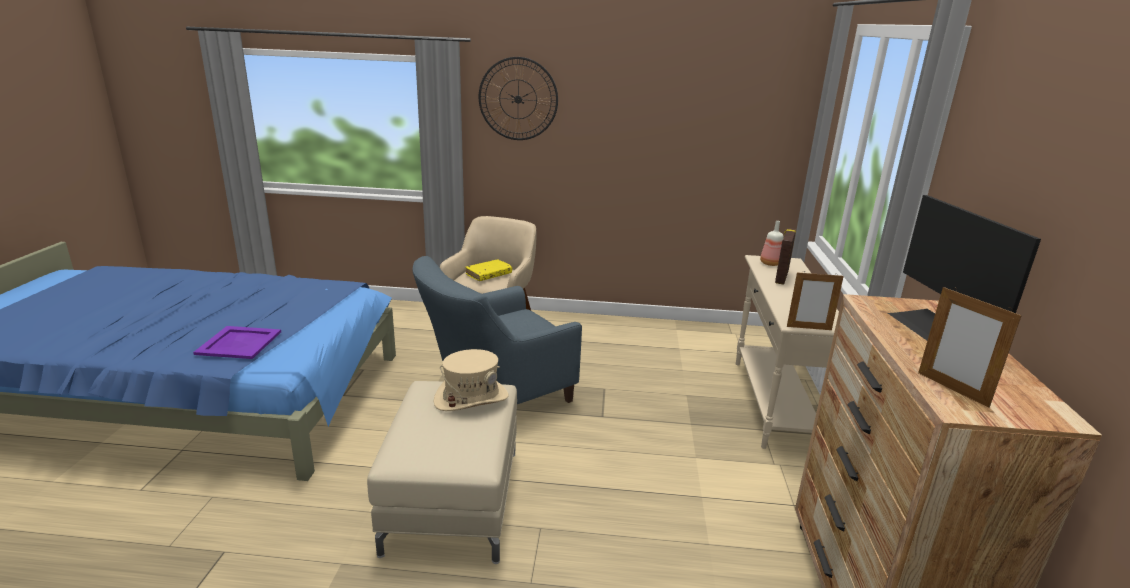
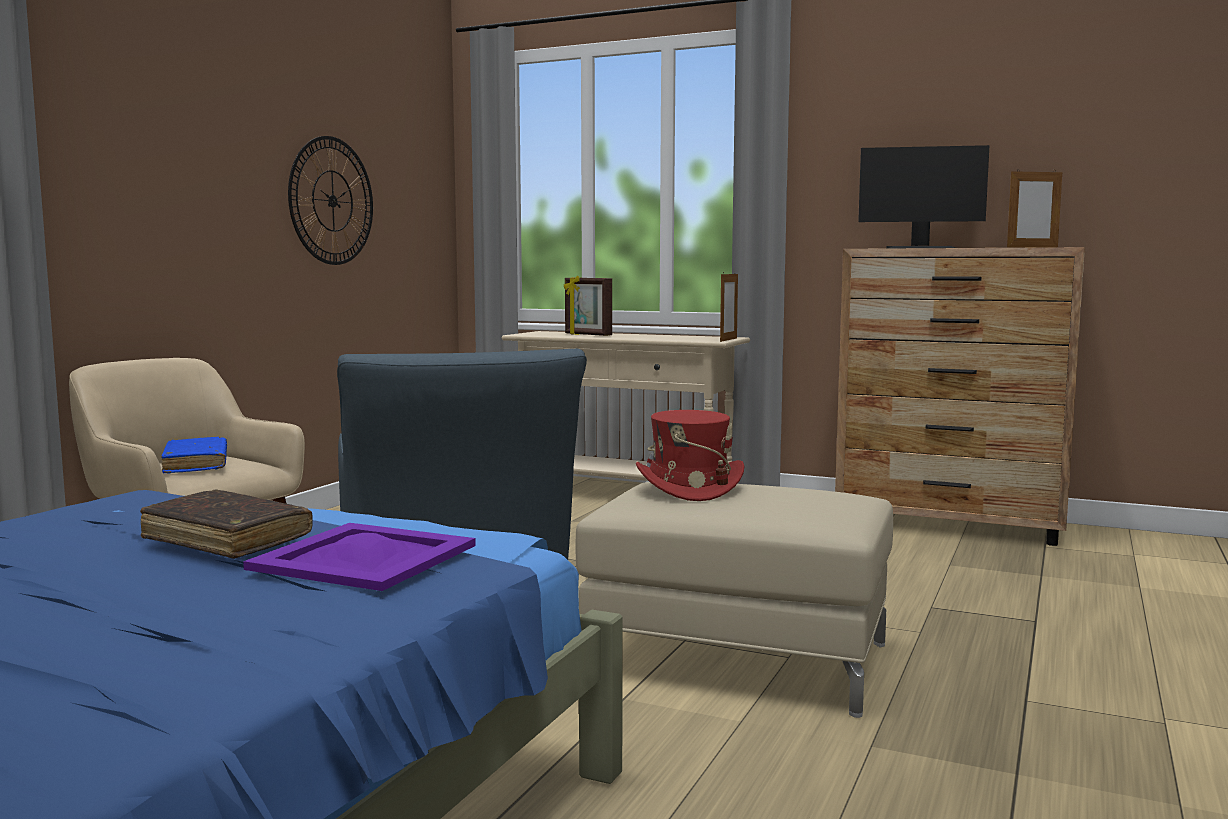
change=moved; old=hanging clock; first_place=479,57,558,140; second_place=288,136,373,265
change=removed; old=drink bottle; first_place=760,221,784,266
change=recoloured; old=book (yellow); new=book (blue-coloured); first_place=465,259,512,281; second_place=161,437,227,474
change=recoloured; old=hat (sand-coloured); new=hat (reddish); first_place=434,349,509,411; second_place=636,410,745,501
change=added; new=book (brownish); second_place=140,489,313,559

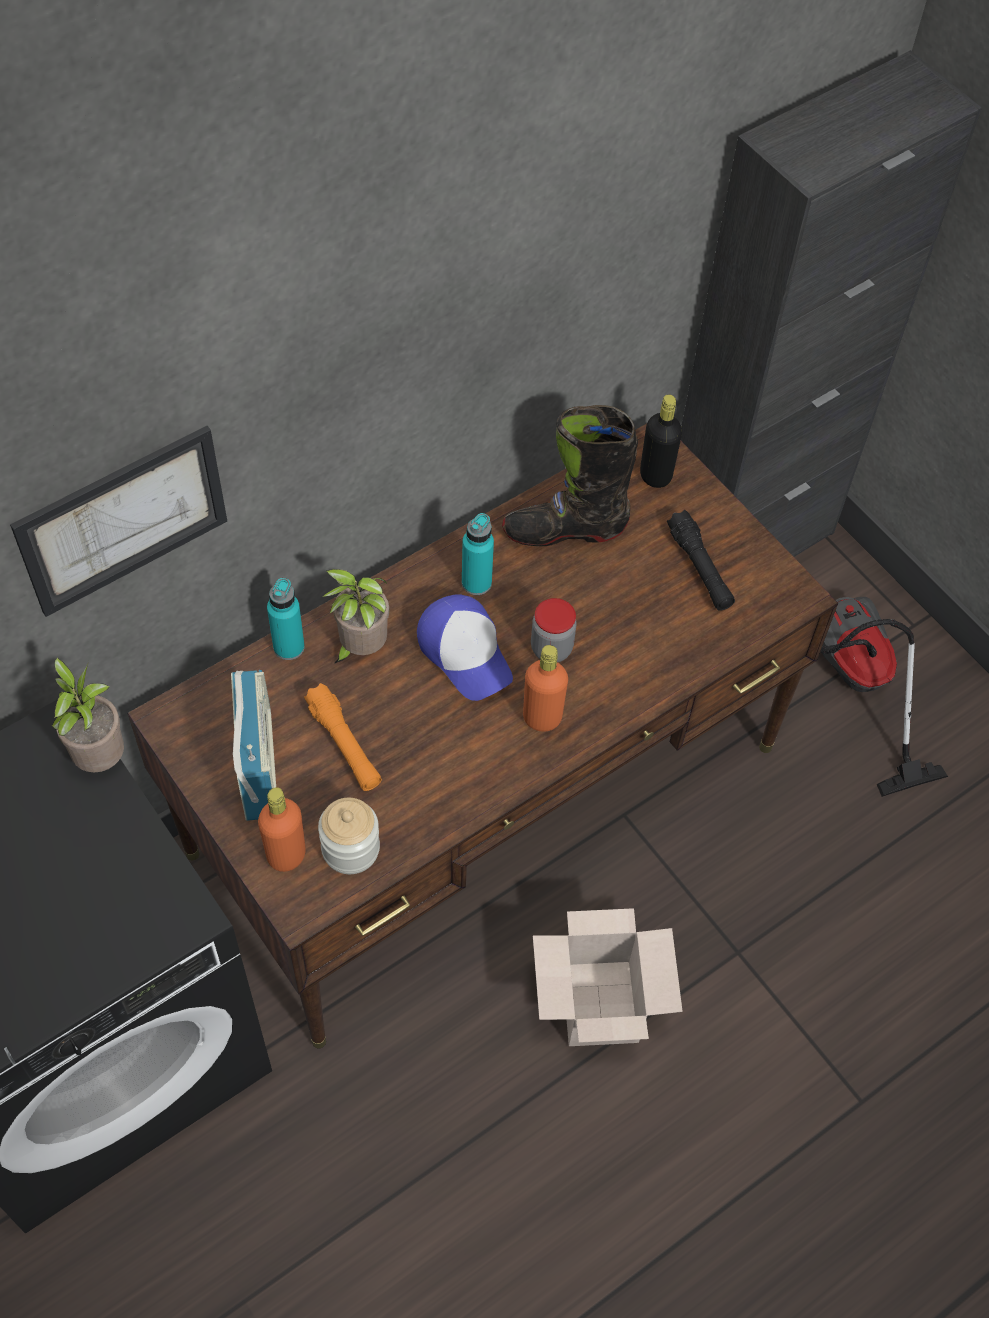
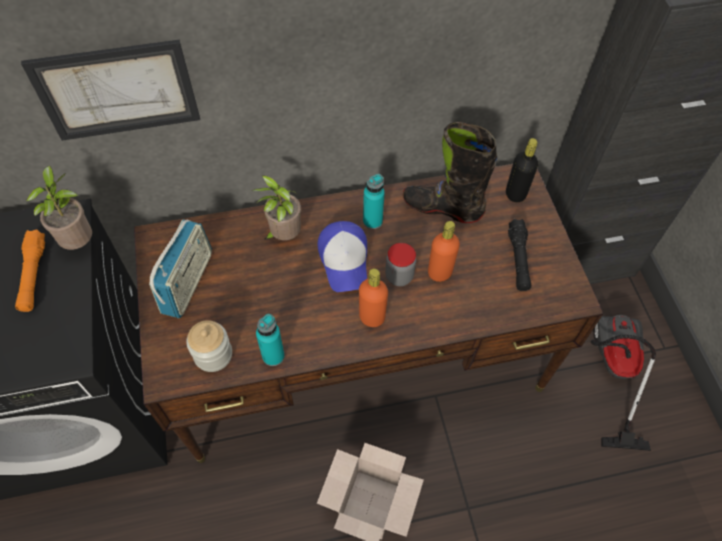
change=moved; old=drink bottle (turquoise-coloured); first_place=267,578,305,660; second_place=256,314,285,366
change=moved; old=hand torch (orange); first_place=304,683,382,791; second_place=15,229,45,312
change=moved; old=drink bottle (orange); first_place=258,787,306,872; second_place=428,221,460,282

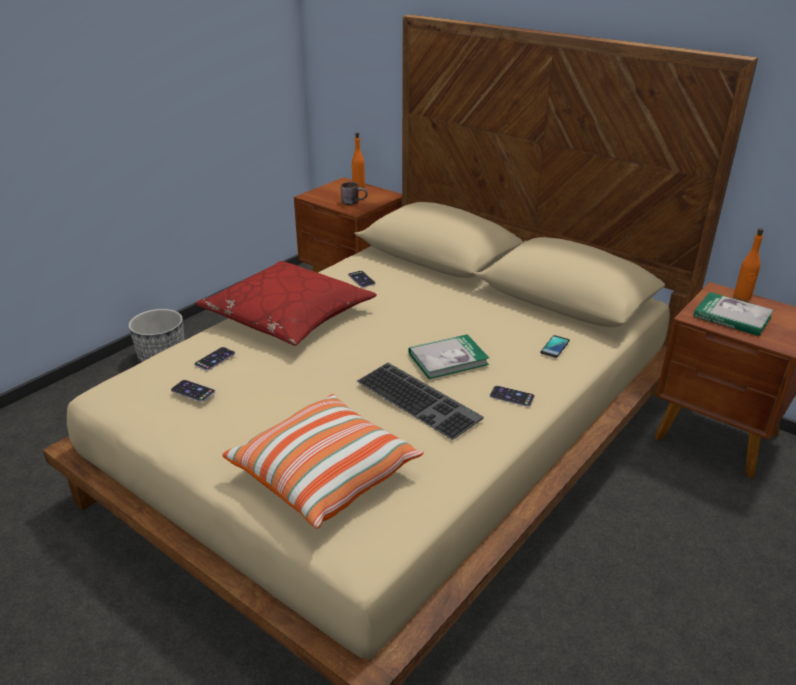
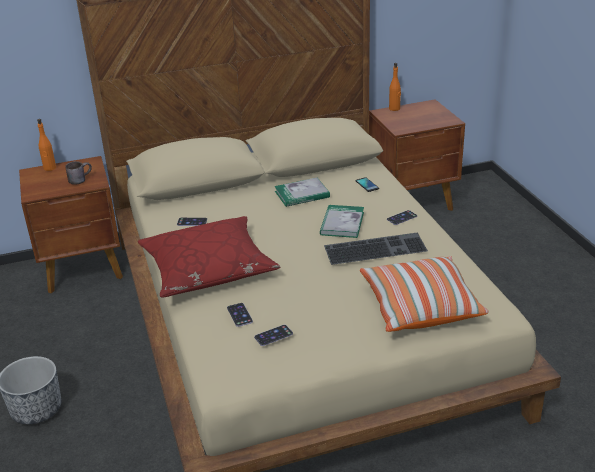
change=moved; old=book; first_place=693,292,773,336; second_place=274,178,330,207

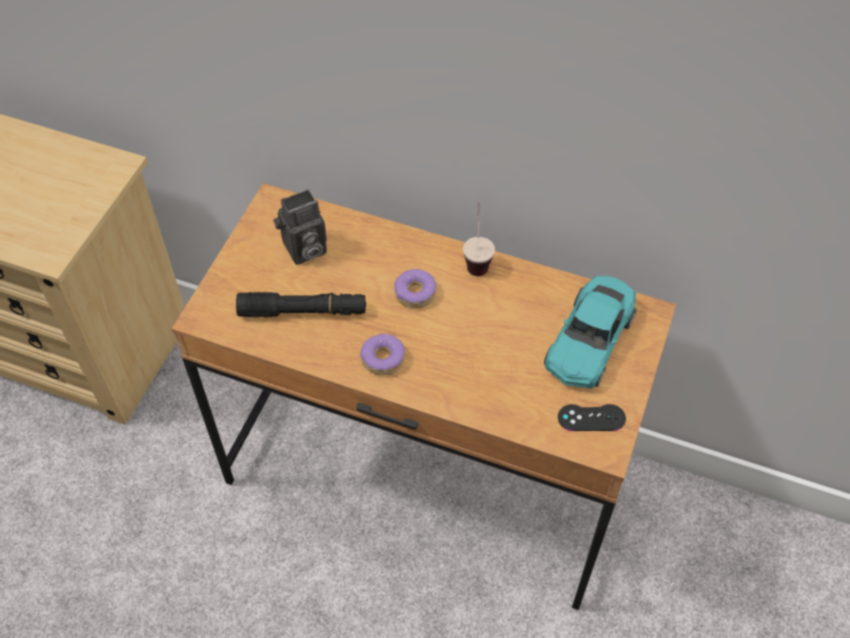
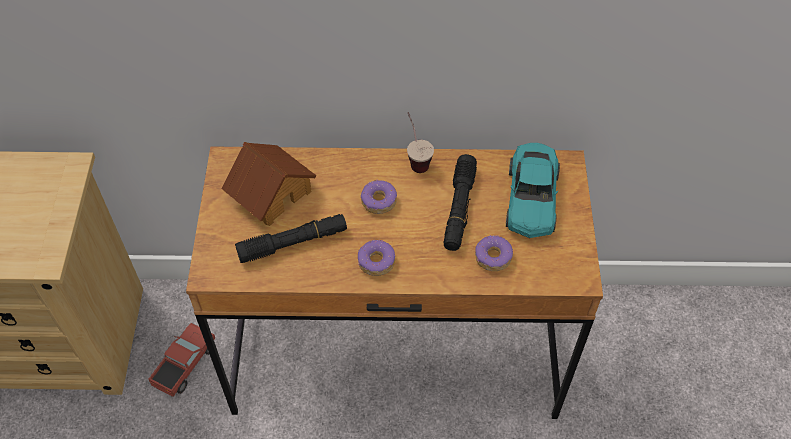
change=replaced; old=photo camera; new=toy house; first_place=273,189,327,265; second_place=221,142,317,226
change=removed; old=gamepad (blackish); first_place=558,404,626,431
change=added; new=hand torch (blackish); second_place=443,154,477,251
change=added; new=doughnut; second_place=475,235,513,271
change=added; new=toy lorry; second_place=148,323,215,397

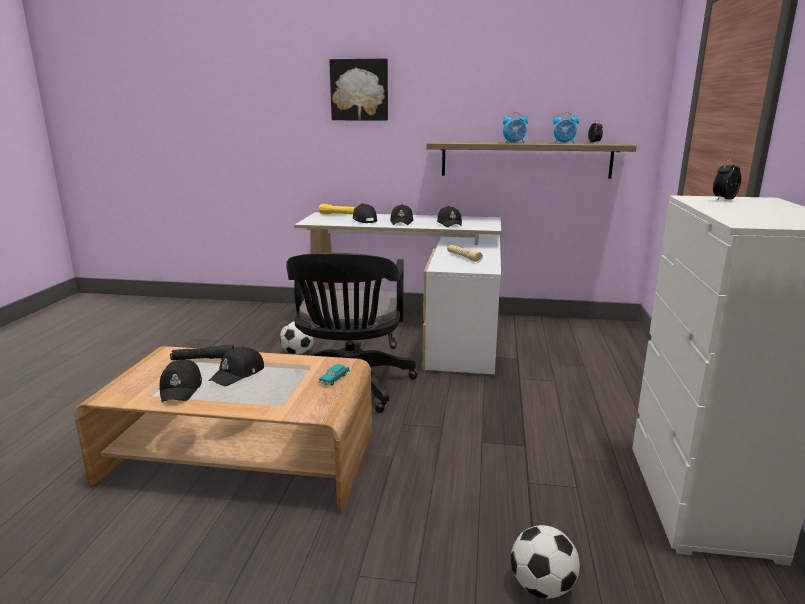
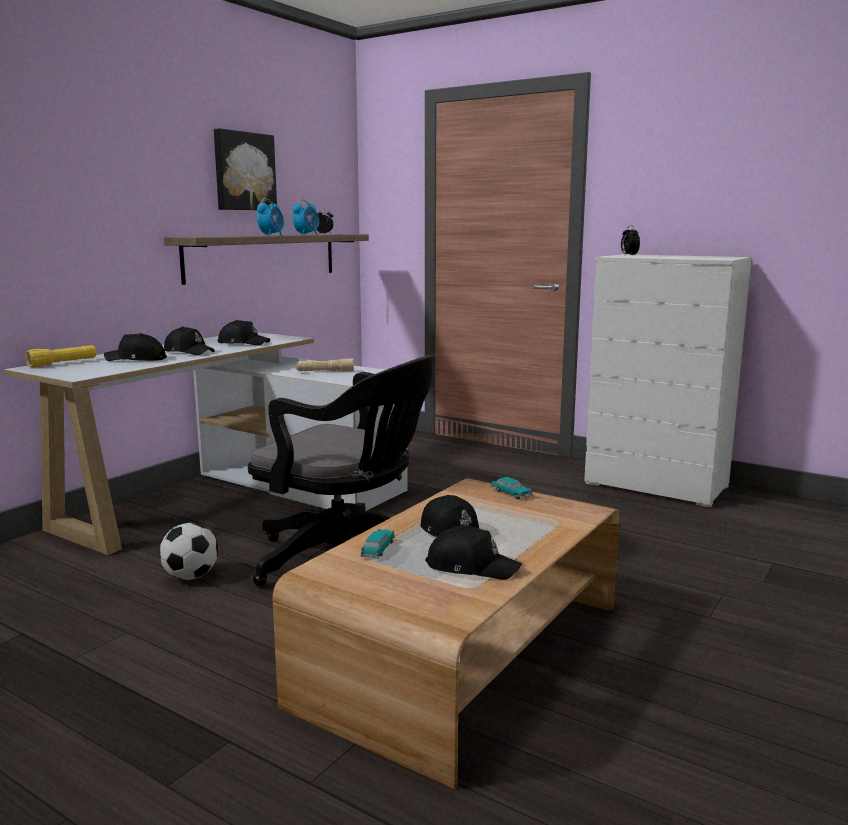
change=moved; old=wall art; first_place=329,59,388,121; second_place=214,128,277,210
change=replaced; old=hand torch (blackish); new=model car; first_place=170,345,234,360; second_place=360,529,395,559
change=removed; old=football ball; first_place=511,525,580,599

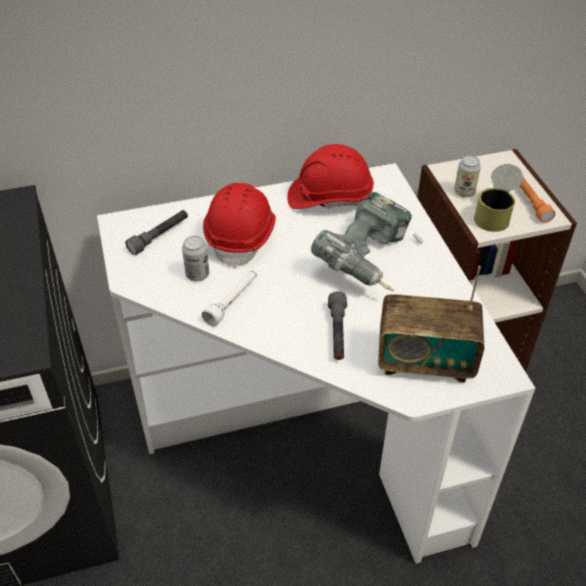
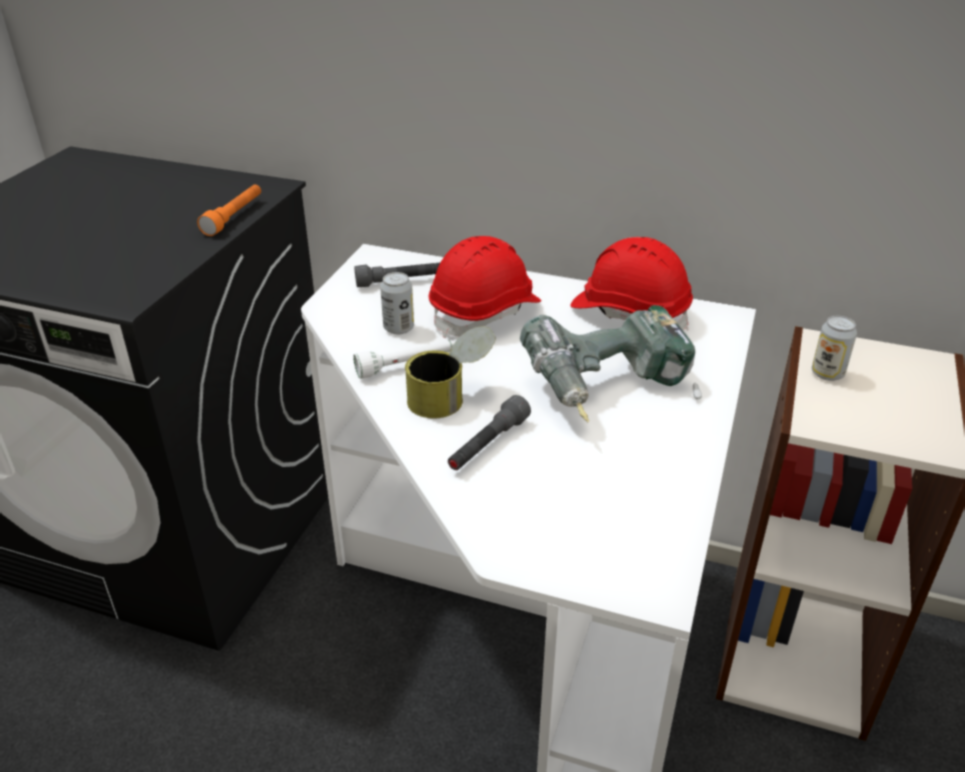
change=moved; old=sealed can; first_place=474,164,523,232; second_place=405,326,496,418
change=moved; old=hand torch (orange); first_place=520,177,555,223; second_place=197,184,261,236
change=removed; old=radio receiver; first_place=378,266,484,383

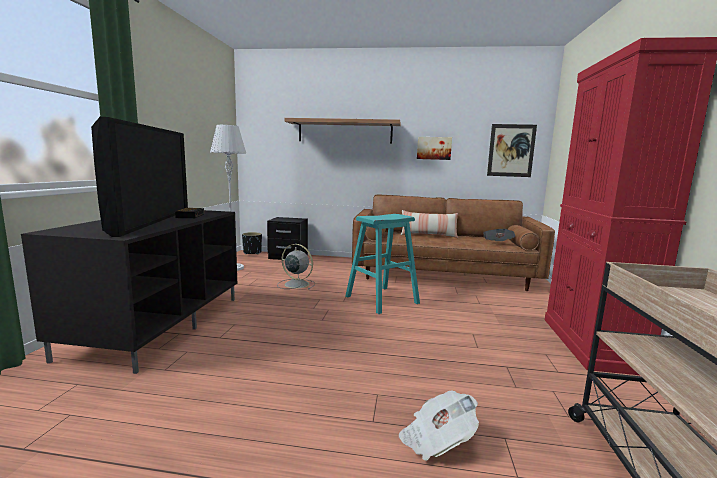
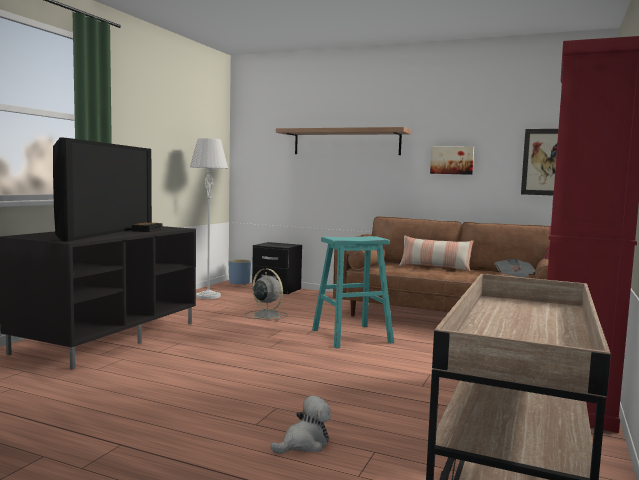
change=recoloured; old=planter (blackish); new=planter (blue-coloured); first_place=242,232,262,254; second_place=229,259,251,285
change=replaced; old=daily paper; new=soft toy; first_place=399,390,479,461; second_place=270,396,331,454

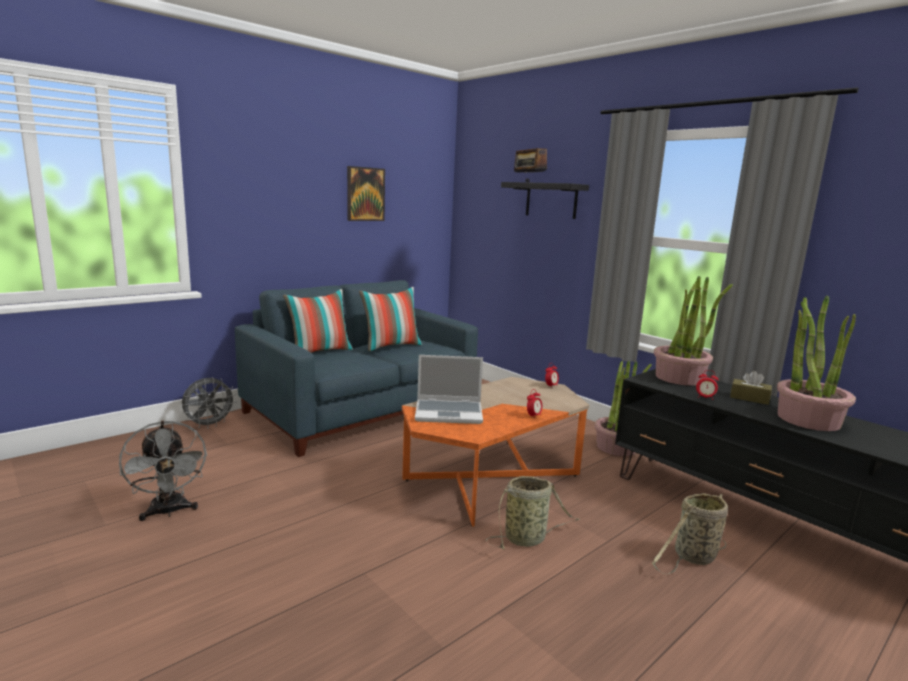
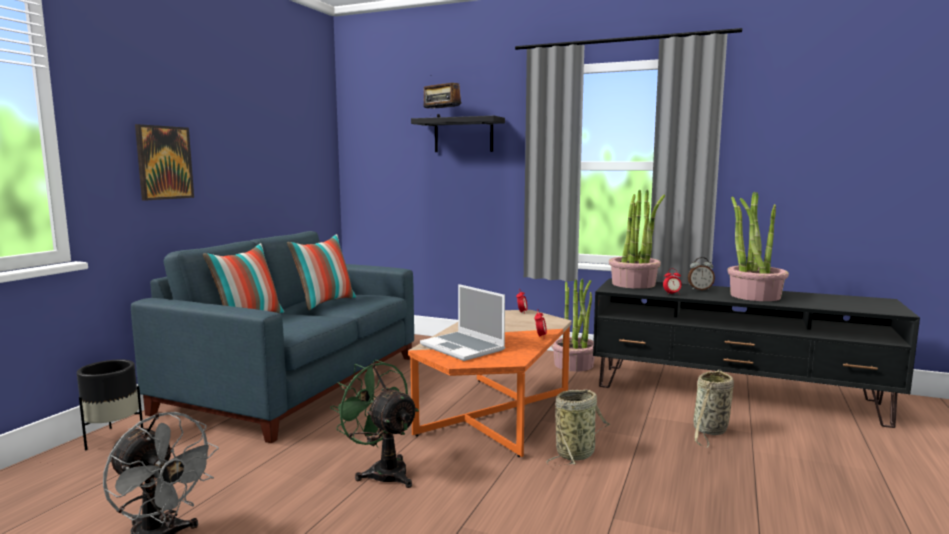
change=moved; old=wall art; first_place=347,166,385,221; second_place=135,124,194,201
change=turned; old=laptop; first_place=415,355,483,424; second_place=420,284,505,361; degrees=75
change=replaced; old=box of tissues (brownish); new=bedside clock; first_place=730,371,772,405; second_place=688,257,715,290
change=replaced; old=electric fan (greyish); new=planter (blackish); first_place=181,377,237,429; second_place=77,359,143,450
change=added; new=electric fan (greenish); second_place=330,360,419,488

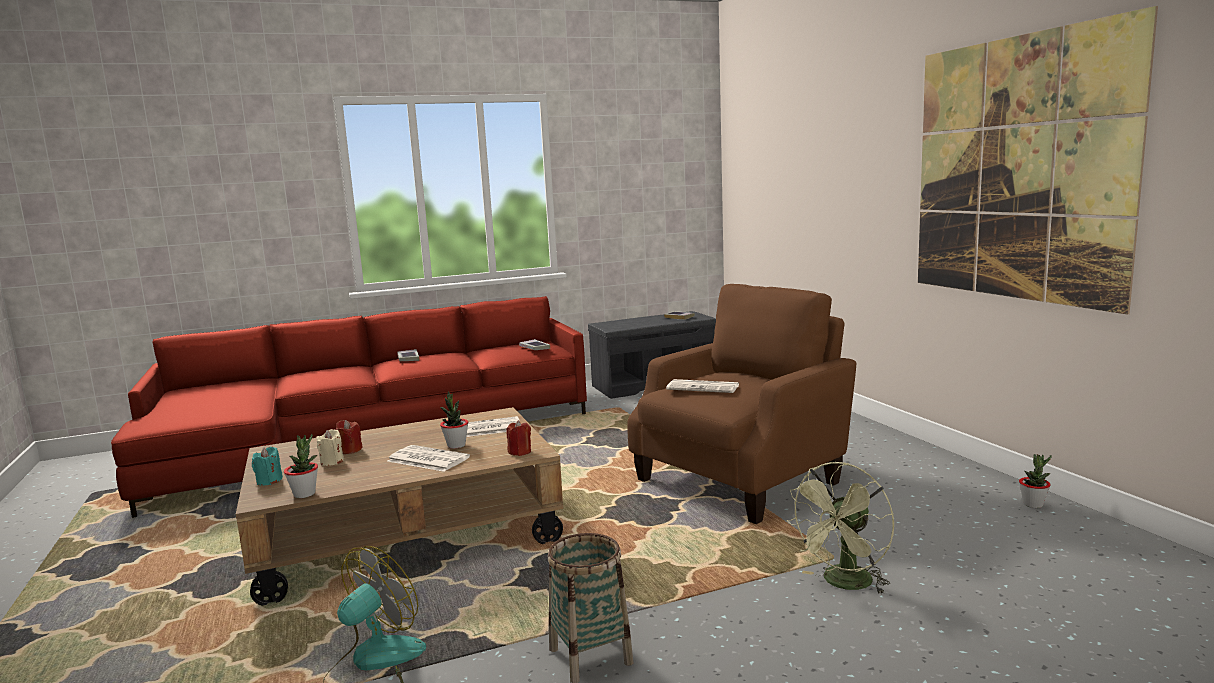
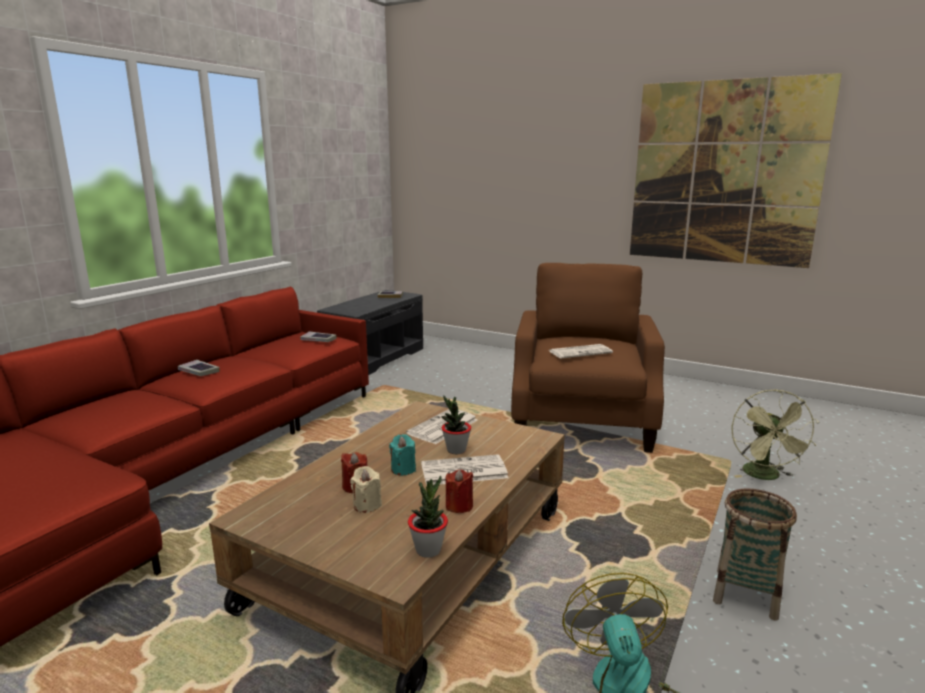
change=moved; old=wax candle (reddish); first_place=506,420,531,456; second_place=446,469,473,513
change=moved; old=wax candle (turquoise-coloured); first_place=252,447,283,486; second_place=389,434,416,476
change=removed; old=plant in a pot; first_place=1019,454,1052,508

